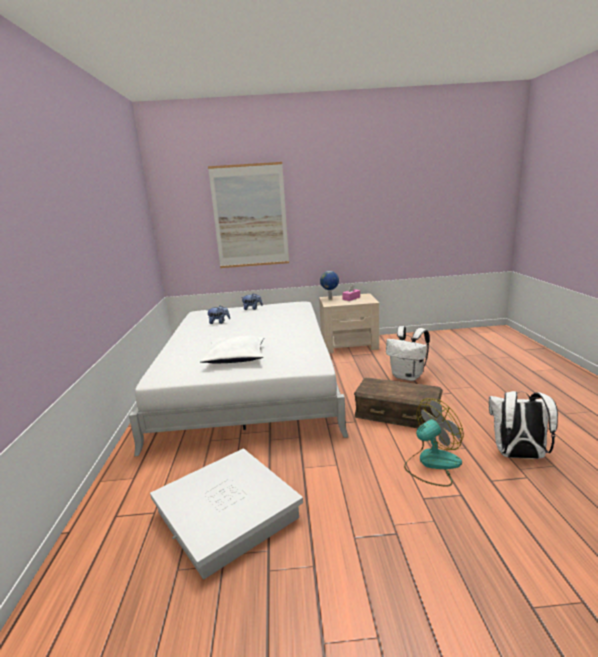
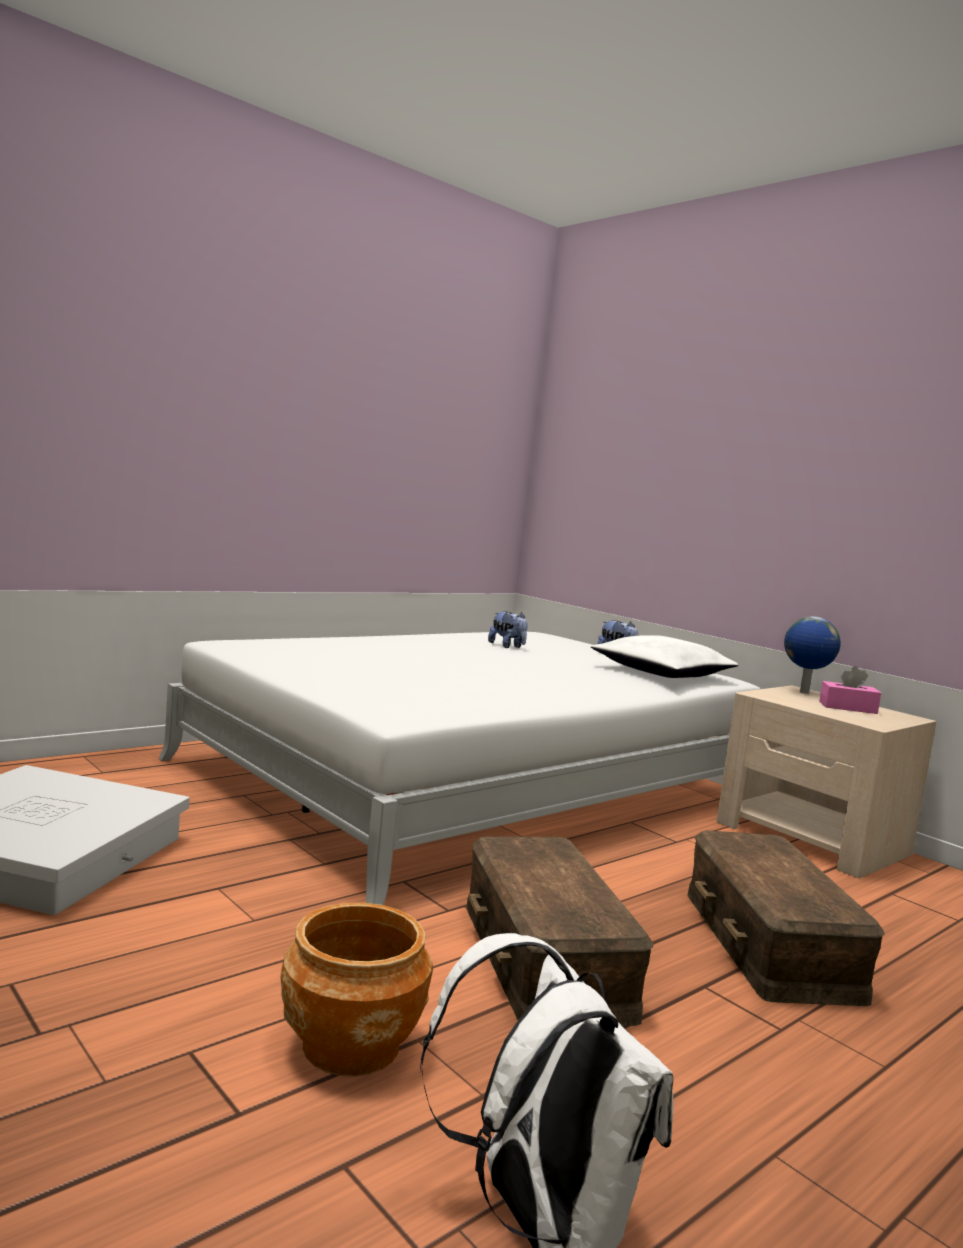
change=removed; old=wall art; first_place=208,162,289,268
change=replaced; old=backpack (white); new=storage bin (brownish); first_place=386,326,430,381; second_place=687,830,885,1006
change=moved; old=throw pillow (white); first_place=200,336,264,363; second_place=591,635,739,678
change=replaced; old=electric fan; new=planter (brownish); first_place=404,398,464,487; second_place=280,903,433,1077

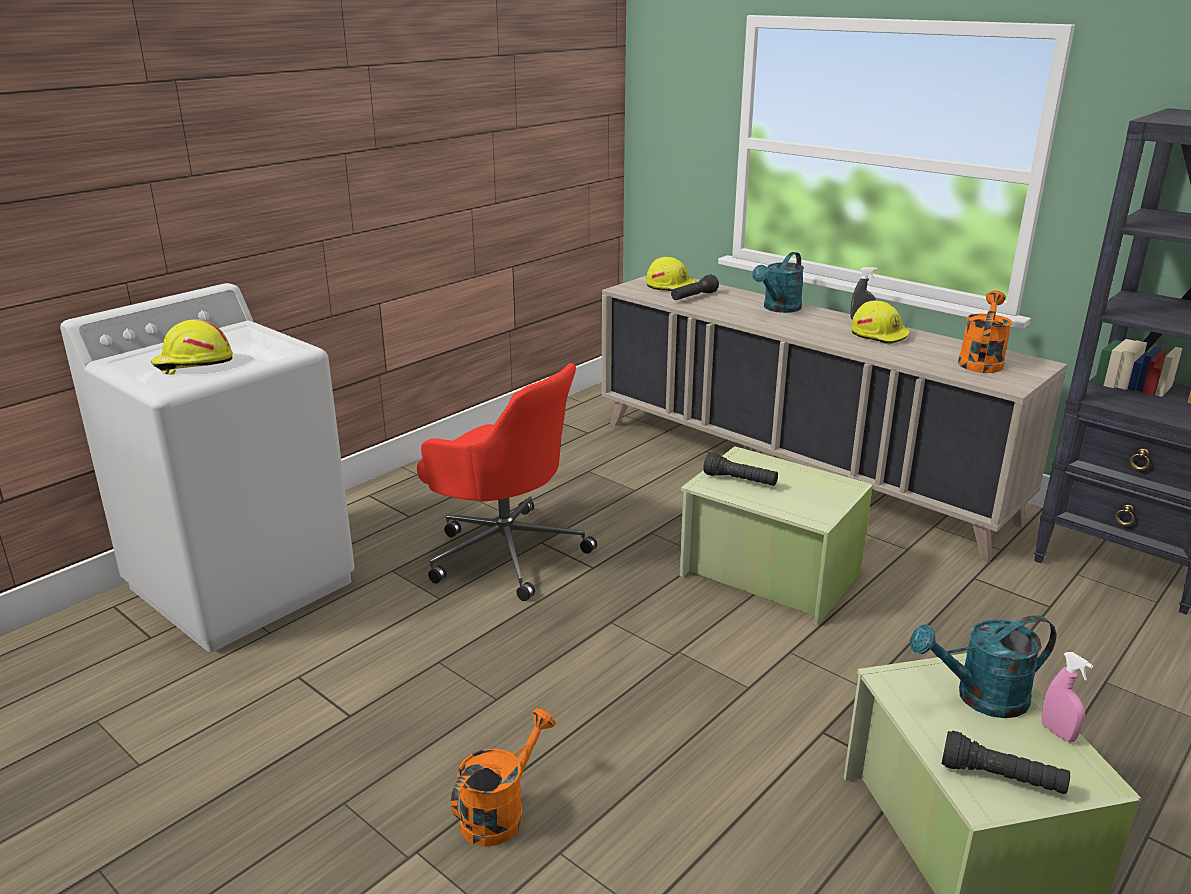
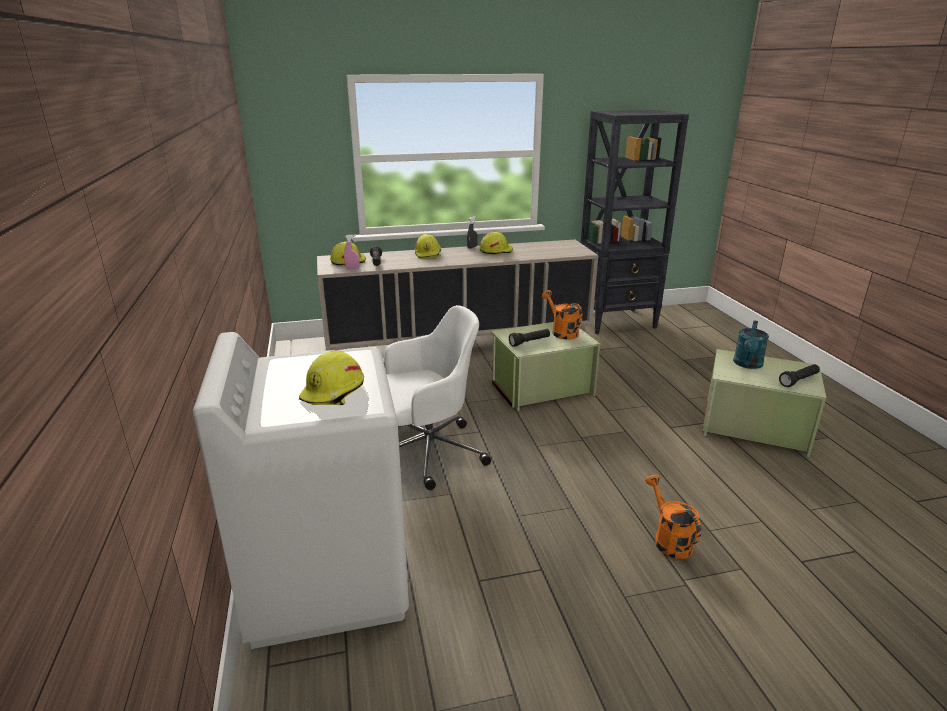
change=replaced; old=watering pot (turquoise-coloured); new=safety helmet (yellow); first_place=752,252,804,313; second_place=415,234,441,259
change=moved; old=watering pot (orange); first_place=958,290,1012,373; second_place=542,290,583,340
change=recoloured; old=computer chair (reddish); new=computer chair (white); first_place=417,363,597,601; second_place=384,305,491,490
change=moved; old=sprayer (pink); first_place=1041,652,1093,742; second_place=344,235,360,269

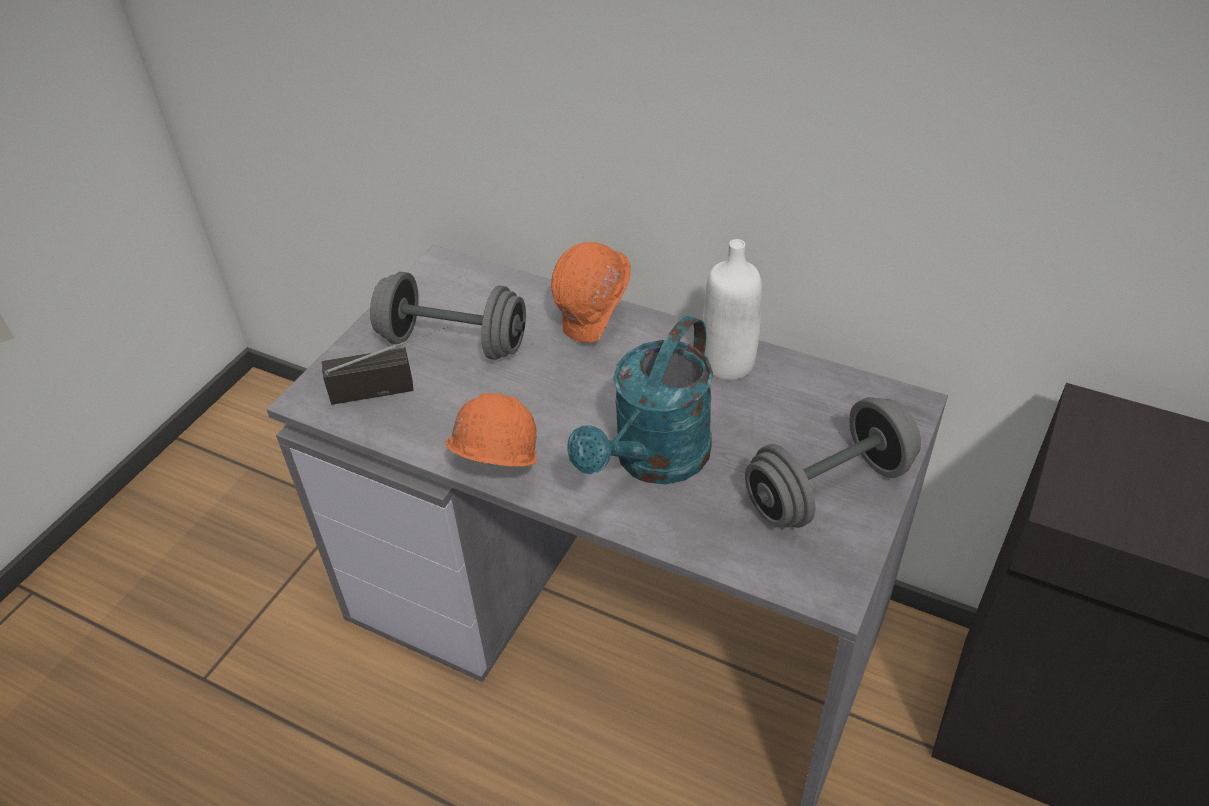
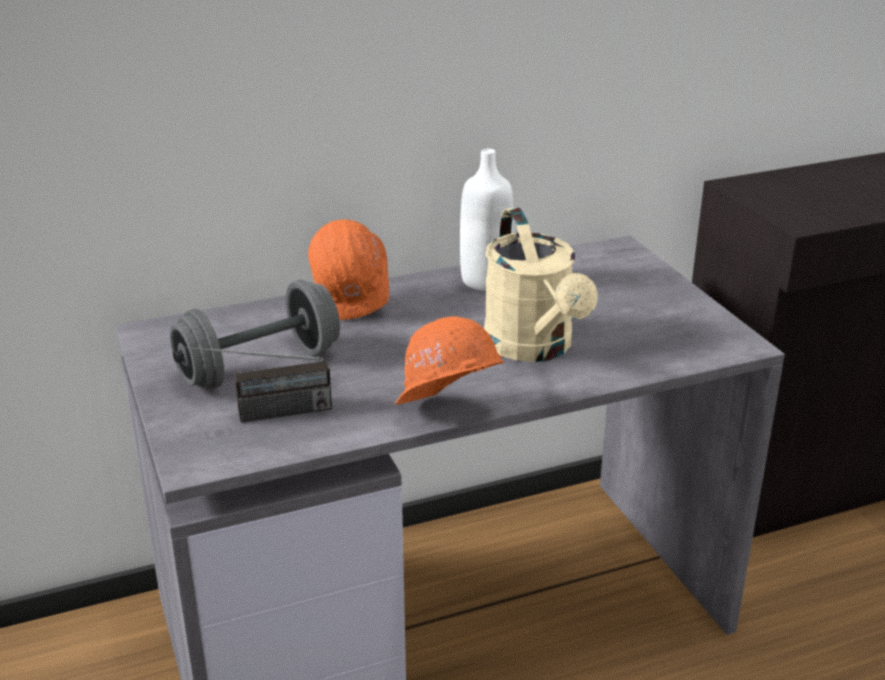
change=recoloured; old=watering pot (turquoise-coloured); new=watering pot (sand-coloured); first_place=567,316,713,484; second_place=484,208,598,362
change=turned; old=radio receiver; first_place=322,326,448,405; second_place=178,346,332,423; degrees=-135
change=removed; old=hand weight (greyish); first_place=745,397,921,528

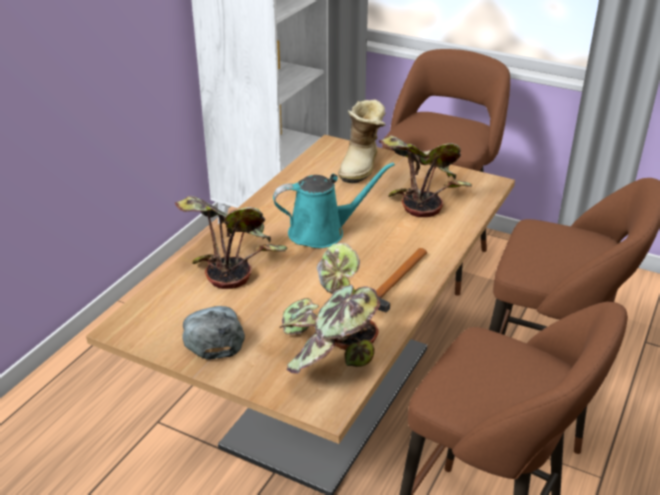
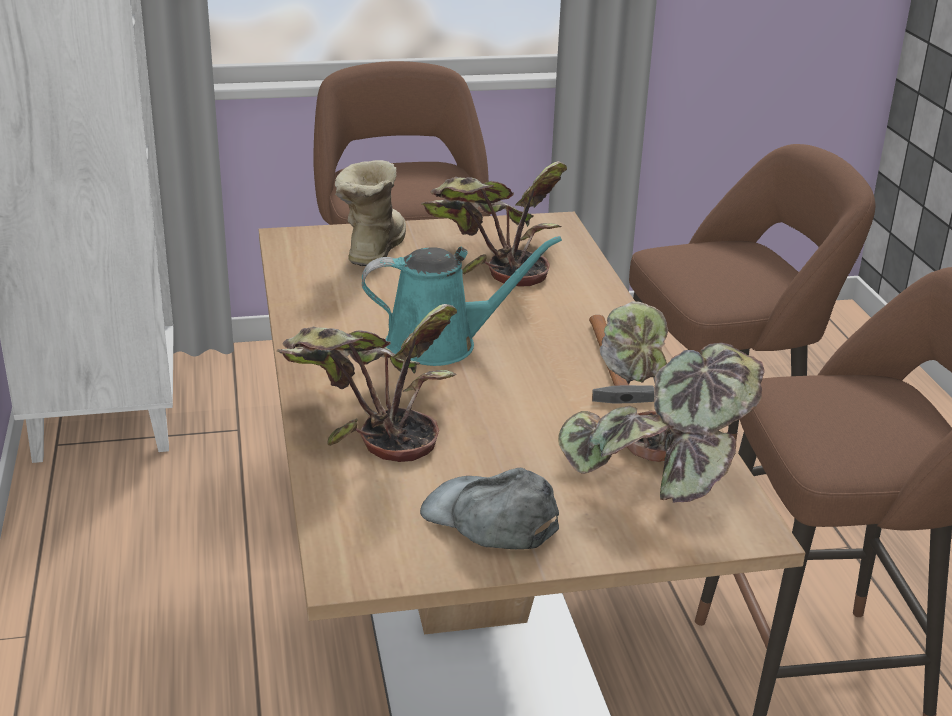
change=turned; old=high-top boot; first_place=338,100,386,183; second_place=335,160,406,266; degrees=-150
change=turned; old=watering pot (turquoise-coloured); first_place=273,162,395,248; second_place=362,236,562,366; degrees=45

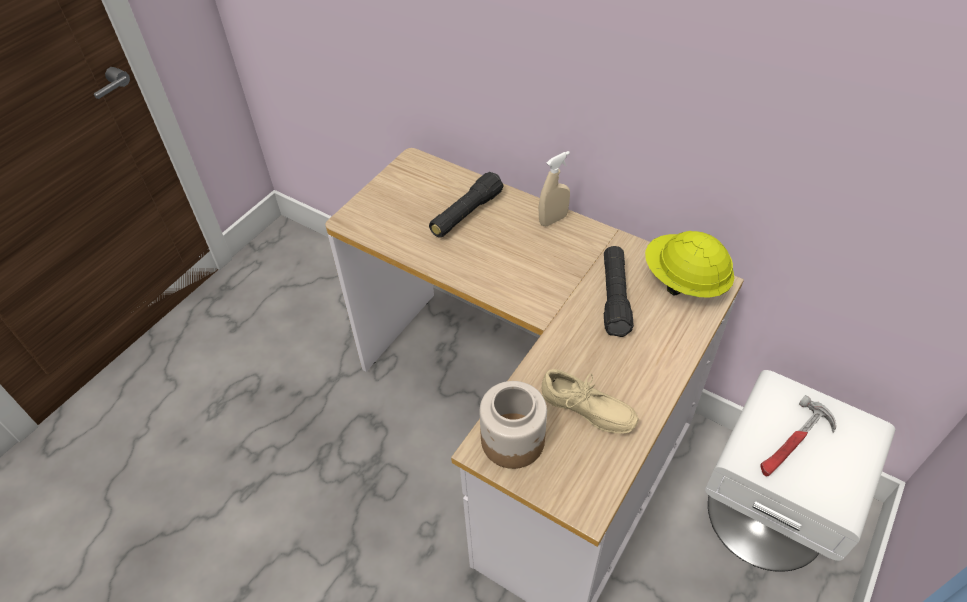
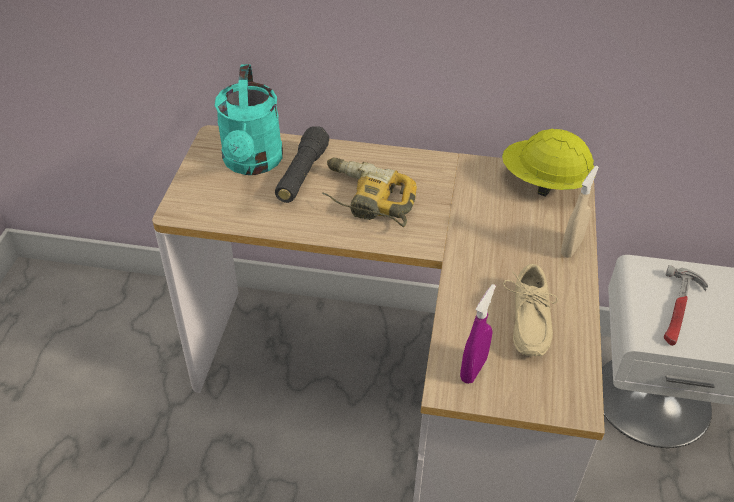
change=moved; old=sprayer (sand-coloured); first_place=539,151,570,226; second_place=561,166,599,258
change=removed; old=hand torch (blackish); first_place=604,246,634,337
change=turned; old=low shoe (sand-coloured); first_place=542,369,638,434; second_place=503,264,558,356; degrees=90
change=replaced; old=jar; new=sprayer (purple); first_place=480,381,547,469; second_place=460,284,496,384
change=added; new=watering pot (turquoise-coloured); second_place=215,64,283,175
change=added; new=power drill; second_place=322,157,417,227

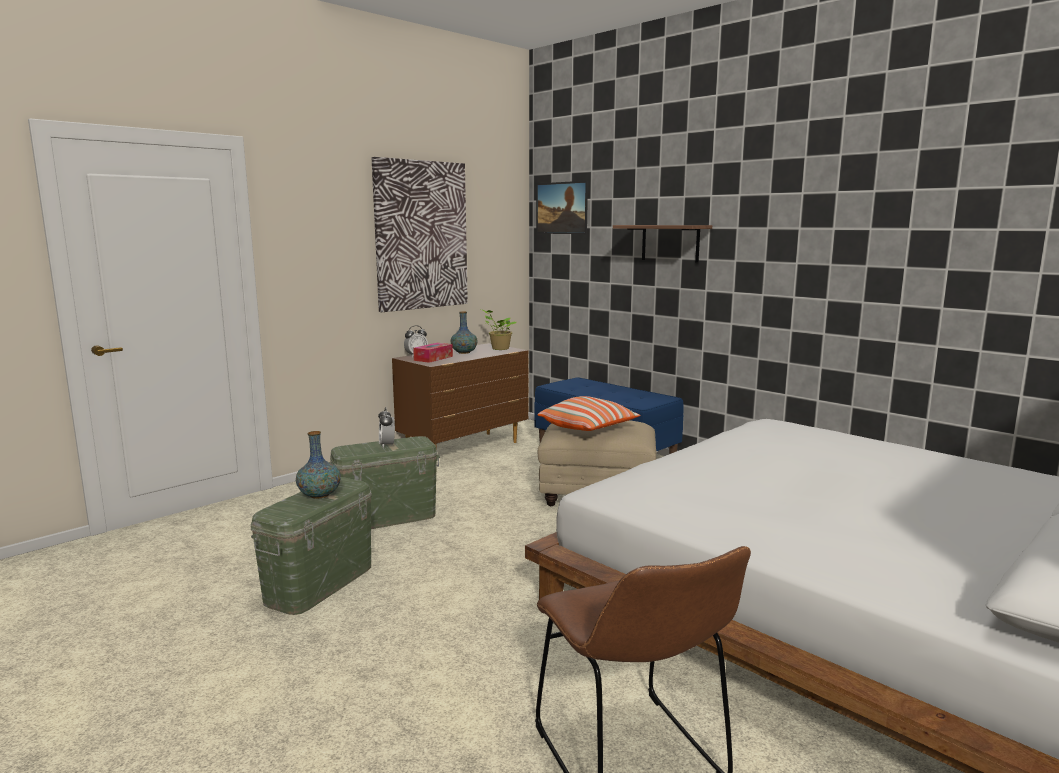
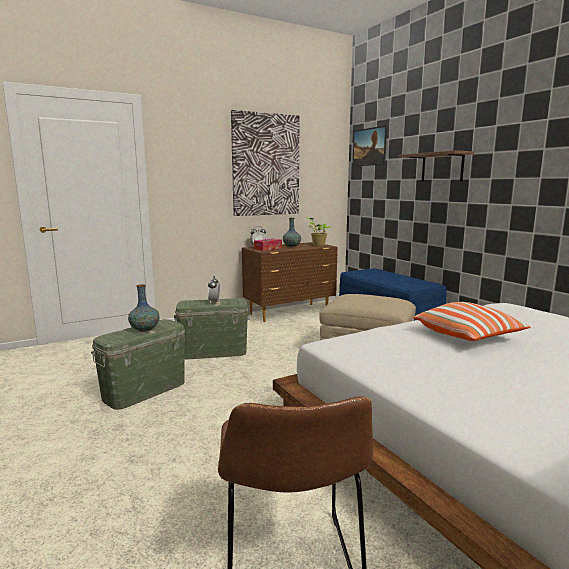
change=moved; old=throw pillow; first_place=538,396,640,431; second_place=413,302,530,341

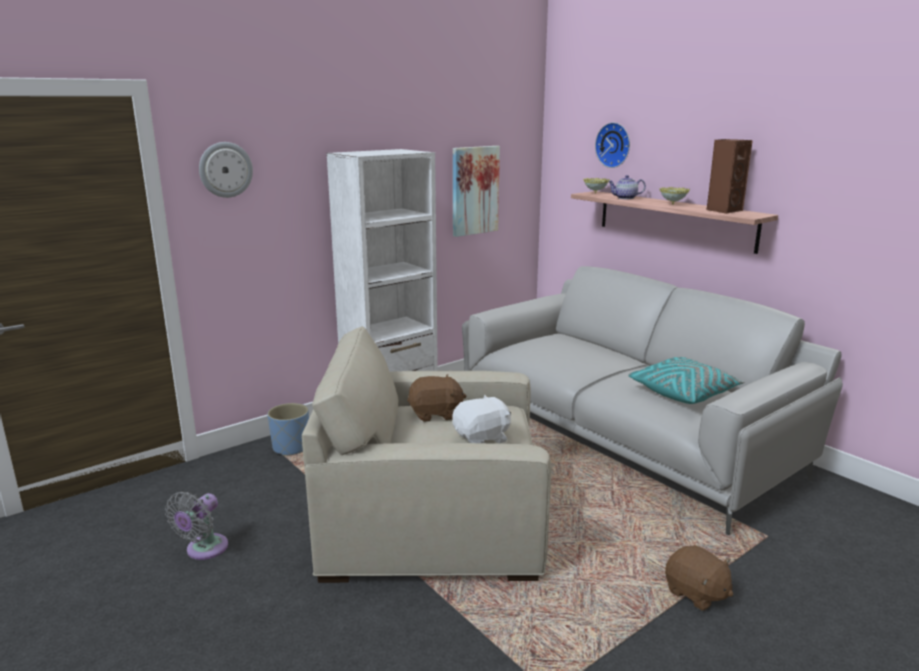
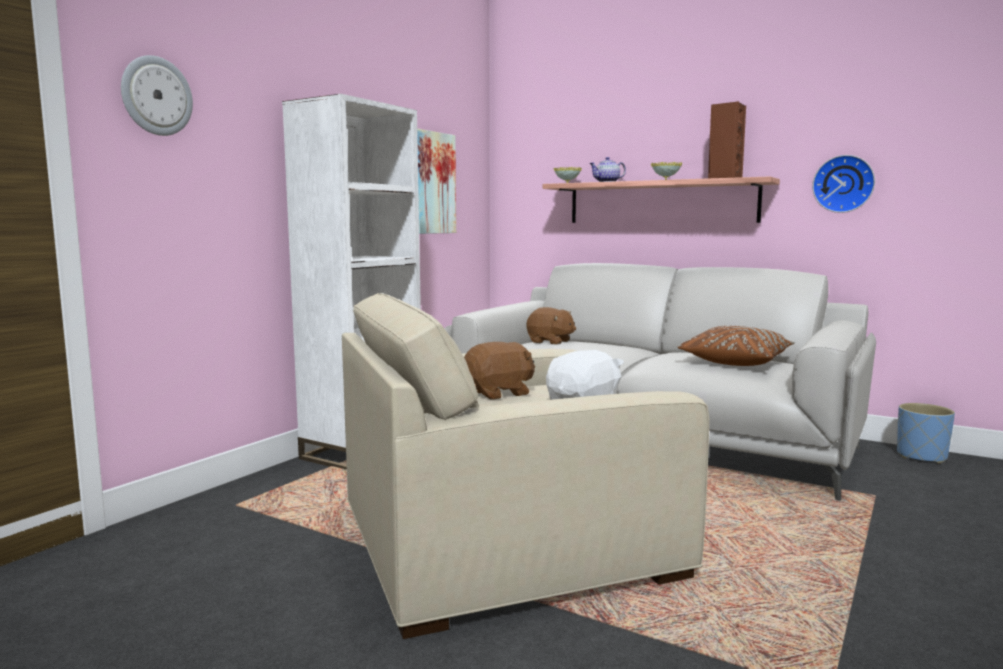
change=moved; old=hanging clock; first_place=595,122,630,168; second_place=812,155,875,213
change=recoloured; old=throw pillow (turquoise-coloured); new=throw pillow (brownish); first_place=628,357,744,404; second_place=678,326,795,366
change=moved; old=planter (blue-coloured); first_place=267,403,309,457; second_place=897,403,955,464
change=removed; old=electric fan (greyish); first_place=165,491,228,560
change=moved; old=soft toy (brownish); first_place=665,545,733,611; second_place=527,307,576,345

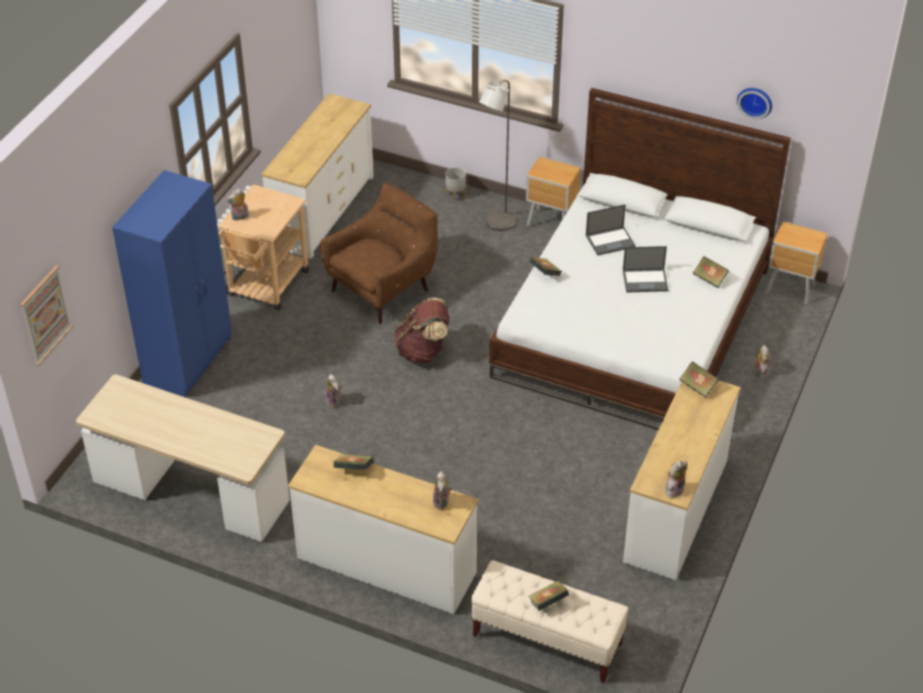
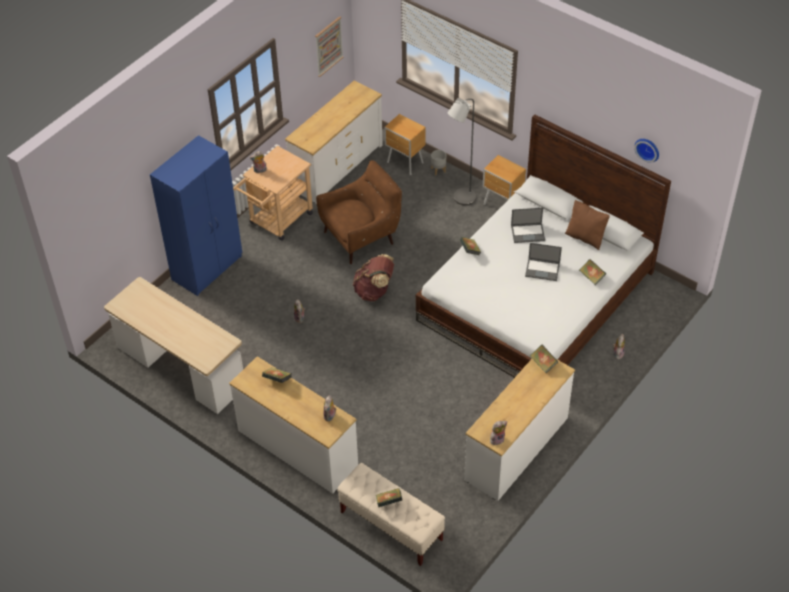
change=moved; old=night table (brownish); first_place=766,221,828,304; second_place=384,114,426,175
change=moved; old=wall art; first_place=20,265,73,366; second_place=315,16,344,77
change=added; new=throw pillow (brownish); second_place=565,200,610,250

